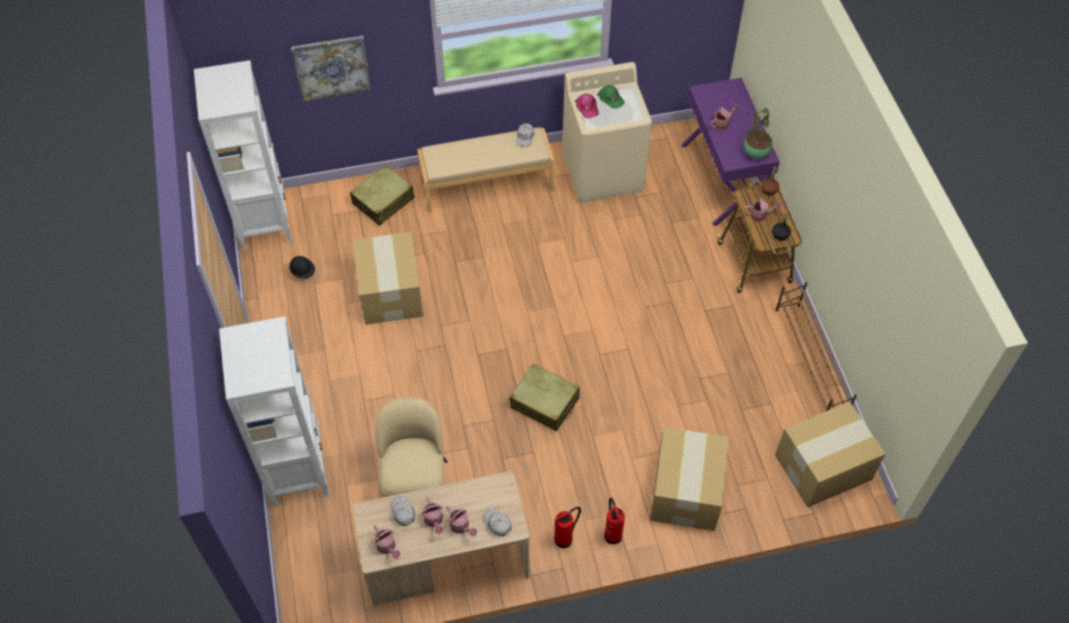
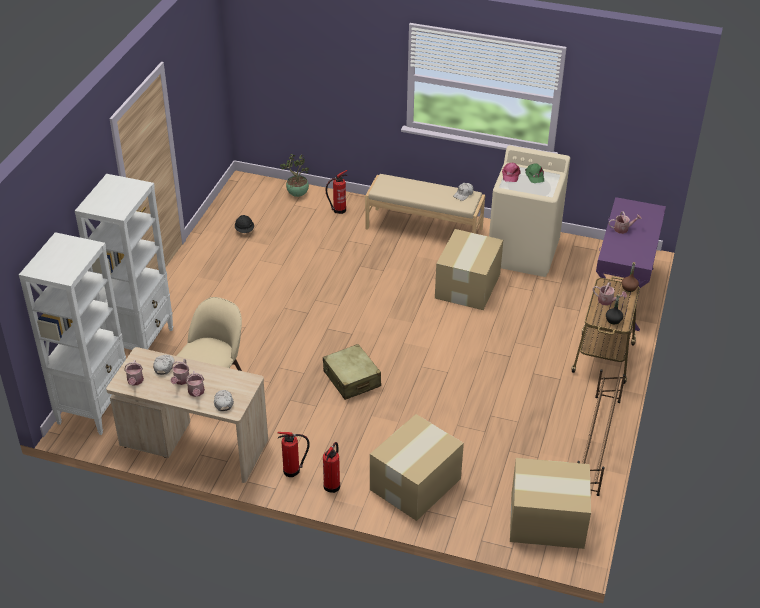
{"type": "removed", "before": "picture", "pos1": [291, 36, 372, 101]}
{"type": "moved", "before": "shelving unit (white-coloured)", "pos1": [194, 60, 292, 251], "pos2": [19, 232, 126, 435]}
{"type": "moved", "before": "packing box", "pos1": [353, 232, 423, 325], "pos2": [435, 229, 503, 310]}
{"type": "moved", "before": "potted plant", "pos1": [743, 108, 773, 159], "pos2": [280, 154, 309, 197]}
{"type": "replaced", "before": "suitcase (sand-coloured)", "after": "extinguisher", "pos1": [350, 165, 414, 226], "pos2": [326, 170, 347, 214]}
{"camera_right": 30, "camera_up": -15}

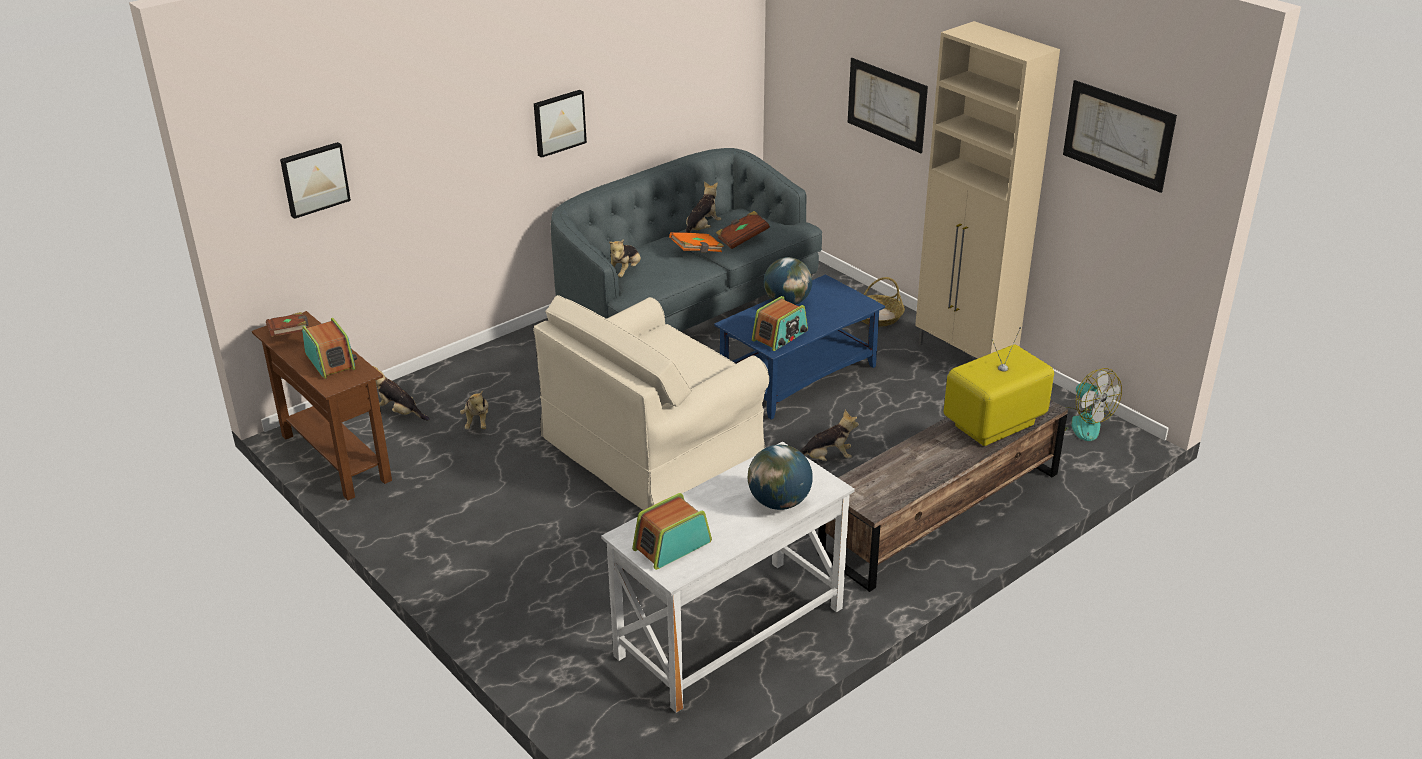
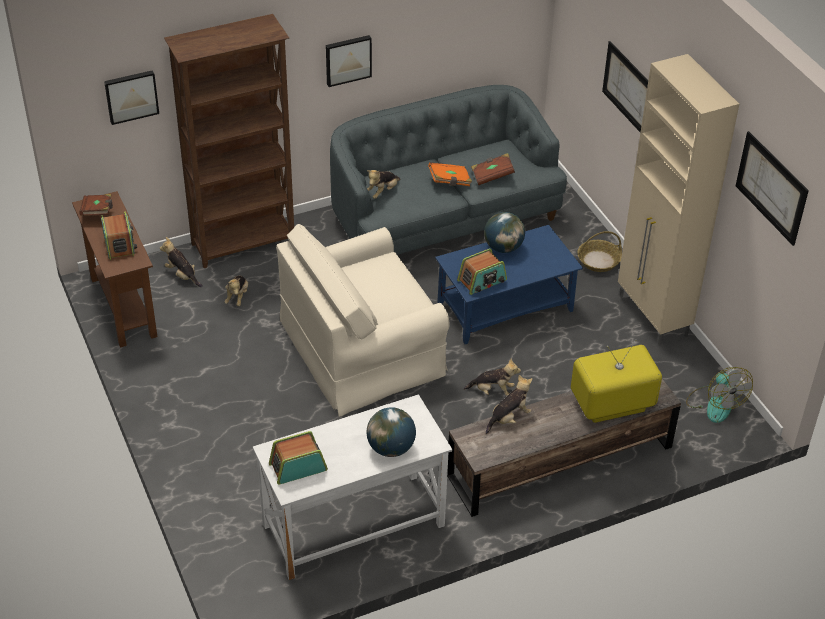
{"type": "added", "after": "shelving unit (brownish)", "pos2": [164, 14, 294, 268]}
{"type": "moved", "before": "cuddly toy", "pos1": [685, 182, 721, 233], "pos2": [486, 375, 532, 434]}
{"camera_right": 15, "camera_up": 10}

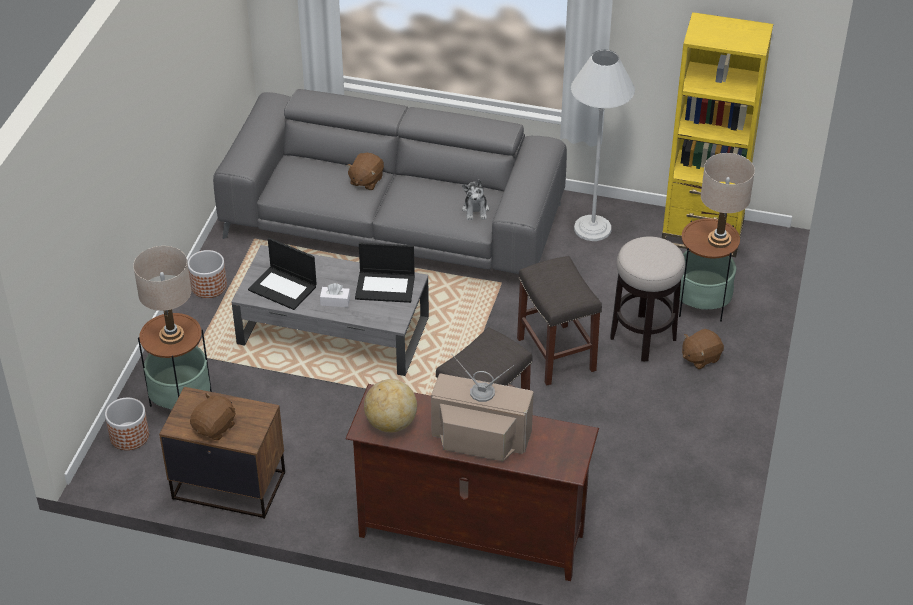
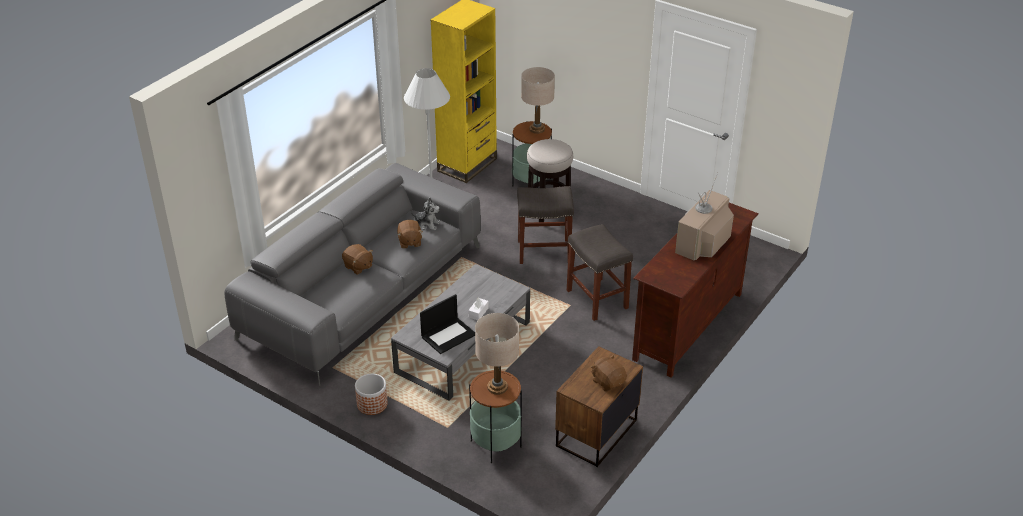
{"type": "removed", "before": "planter", "pos1": [105, 398, 149, 450]}
{"type": "removed", "before": "notebook computer", "pos1": [355, 242, 415, 303]}
{"type": "removed", "before": "world globe", "pos1": [364, 379, 417, 433]}
{"type": "moved", "before": "cuddly toy (brownish)", "pos1": [682, 329, 724, 369], "pos2": [397, 220, 423, 248]}
{"camera_right": -70, "camera_up": -5}

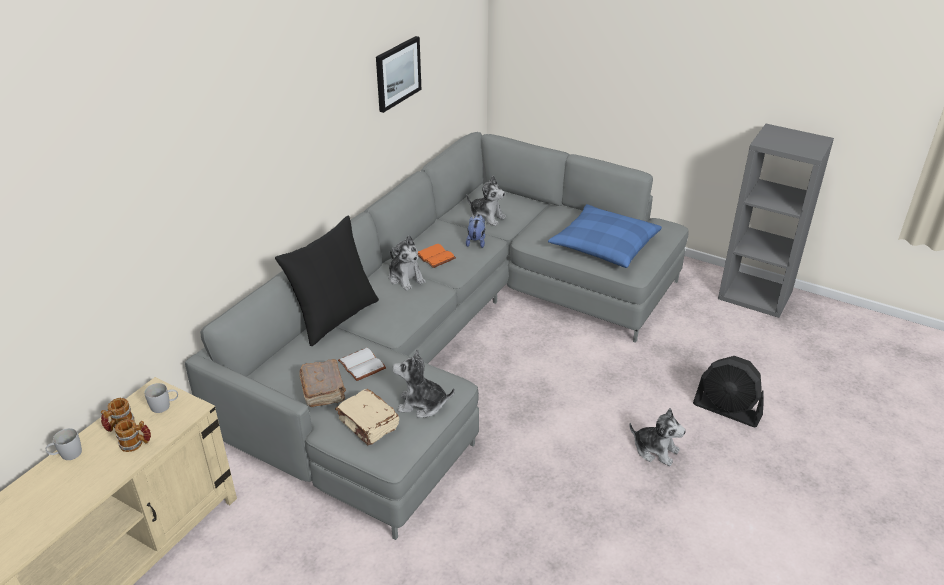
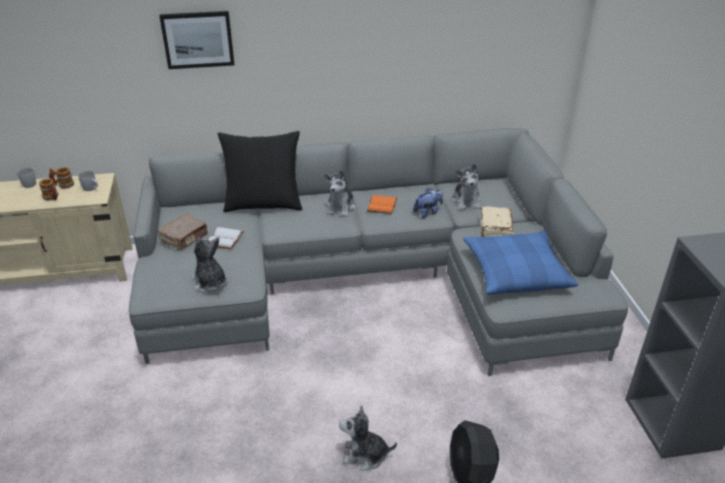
{"type": "moved", "before": "volume (sand-coloured)", "pos1": [335, 389, 399, 445], "pos2": [481, 206, 513, 237]}
{"type": "moved", "before": "picture", "pos1": [376, 36, 421, 113], "pos2": [159, 11, 234, 69]}
{"type": "turned", "before": "cuddly toy", "pos1": [629, 408, 686, 466], "pos2": [339, 405, 397, 470], "turn": 105}
{"camera_right": 50, "camera_up": 0}

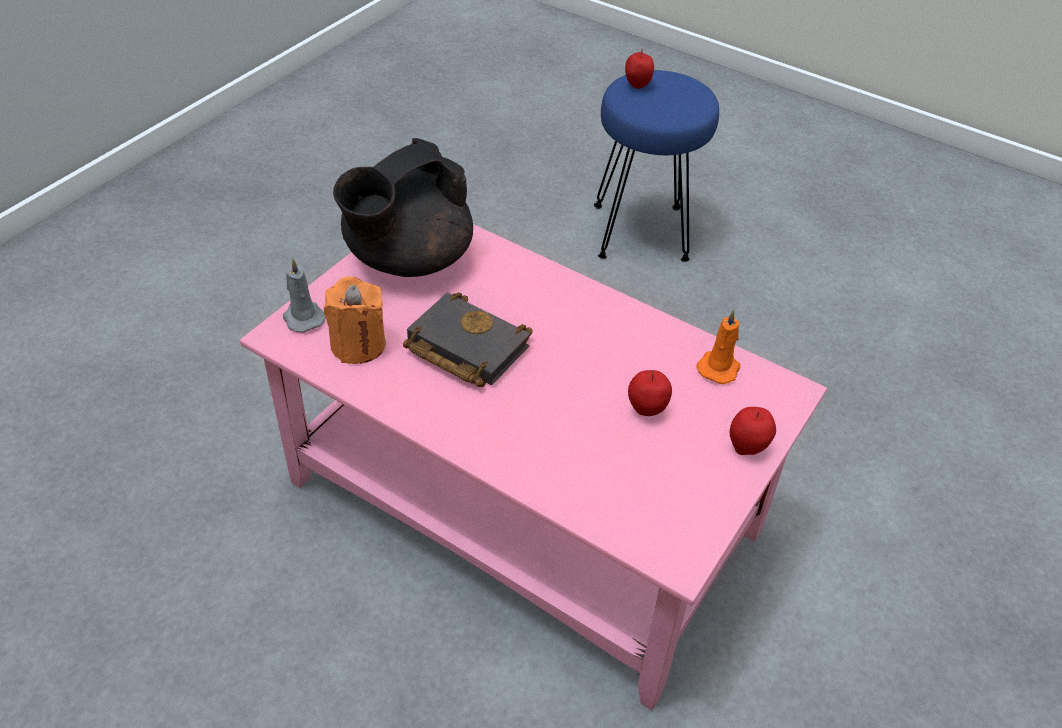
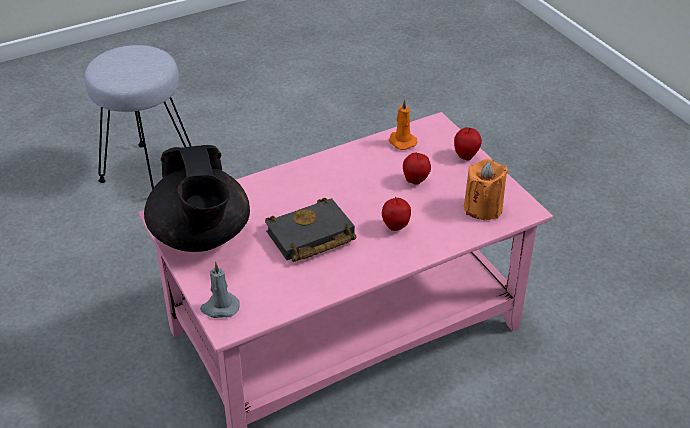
{"type": "moved", "before": "candle (orange-coloured)", "pos1": [324, 277, 385, 364], "pos2": [464, 159, 508, 220]}
{"type": "moved", "before": "apple fruit", "pos1": [625, 49, 654, 89], "pos2": [382, 197, 411, 231]}
{"type": "recoloured", "before": "stool (blue)", "after": "stool (grey)", "pos1": [594, 70, 719, 262], "pos2": [84, 45, 191, 190]}
{"camera_right": -60, "camera_up": -5}

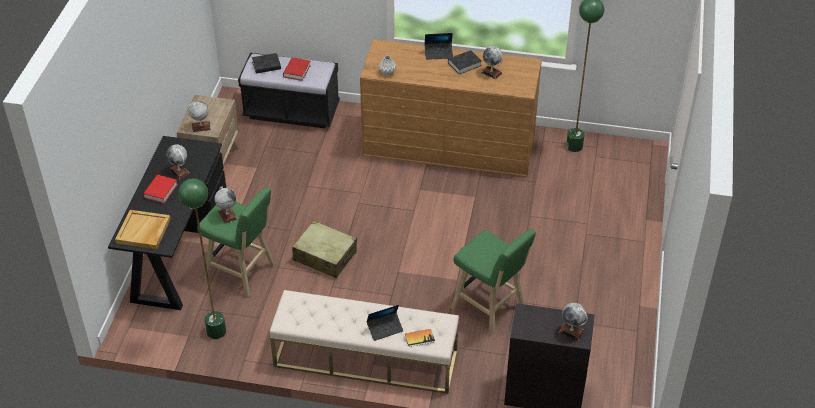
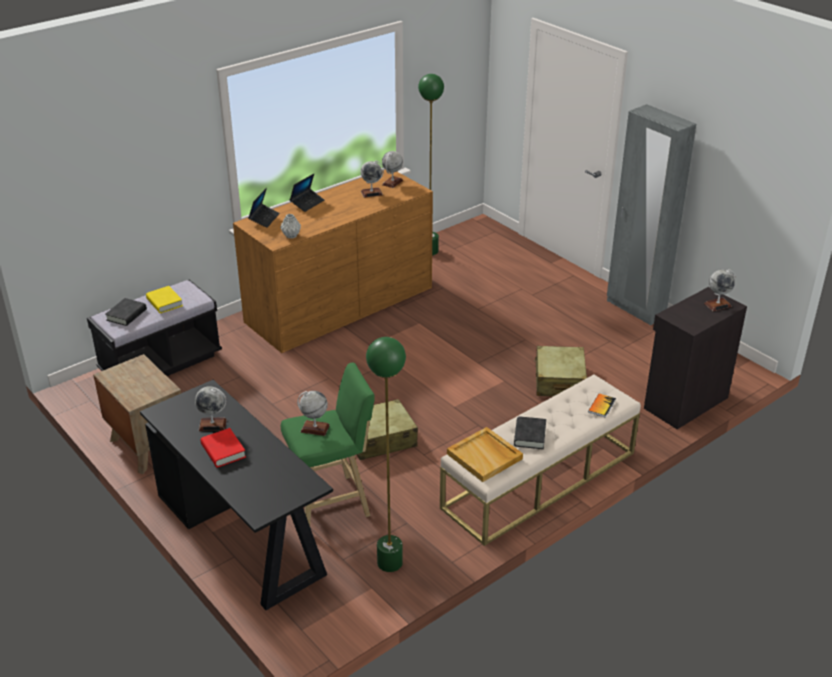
{"type": "added", "after": "clothes cupboard (grey)", "pos2": [607, 104, 696, 326]}
{"type": "moved", "before": "tray (sand-coloured)", "pos1": [115, 210, 171, 249], "pos2": [447, 427, 523, 482]}
{"type": "moved", "before": "world globe", "pos1": [187, 101, 211, 132], "pos2": [382, 151, 403, 188]}
{"type": "moved", "before": "notebook computer", "pos1": [366, 305, 404, 341], "pos2": [248, 188, 280, 228]}
{"type": "moved", "before": "volume (blackish)", "pos1": [448, 50, 482, 75], "pos2": [514, 416, 546, 449]}
{"type": "replaced", "before": "stool (green)", "after": "suitcase (sand-coloured)", "pos1": [451, 229, 536, 335], "pos2": [534, 346, 587, 396]}
{"type": "recoloured", "before": "volume (red-coloured)", "after": "volume (yellowish)", "pos1": [283, 57, 311, 81], "pos2": [146, 286, 183, 313]}
{"camera_right": -50, "camera_up": -10}

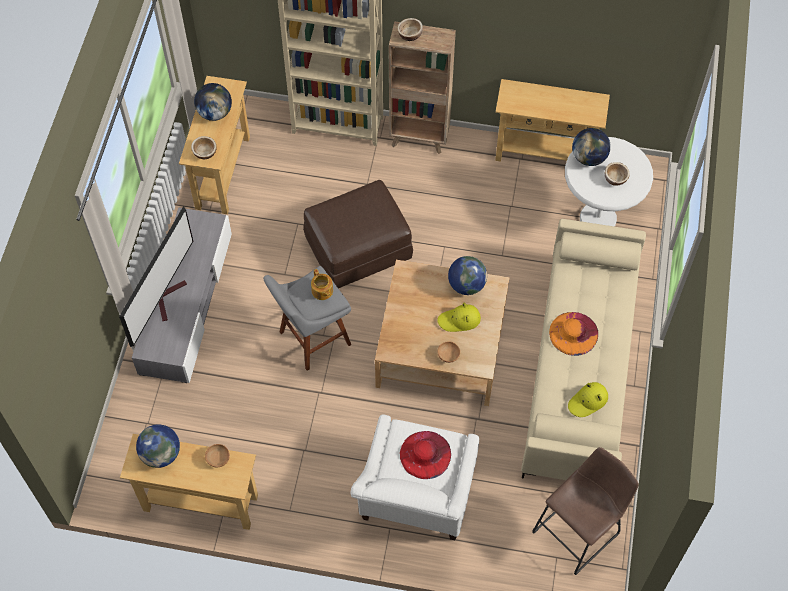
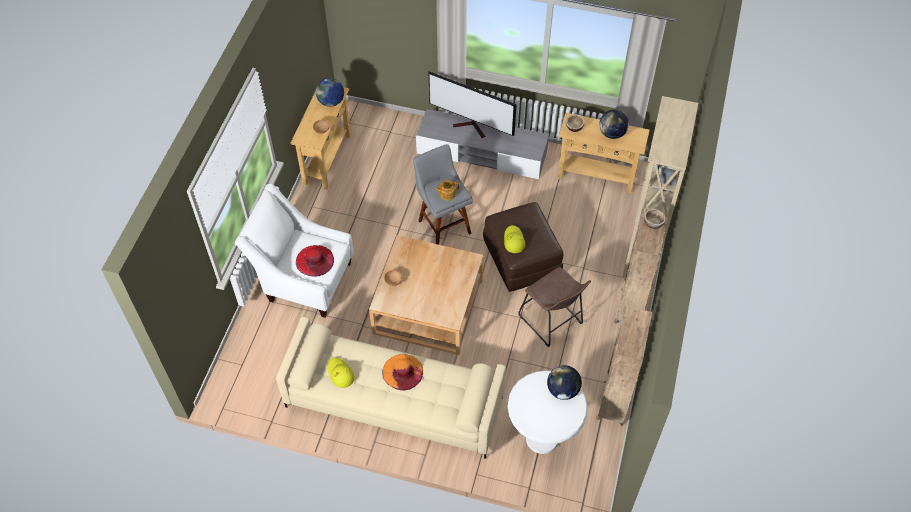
{"type": "removed", "before": "world globe", "pos1": [448, 256, 487, 295]}
{"type": "removed", "before": "bowl", "pos1": [605, 162, 630, 186]}
{"type": "moved", "before": "clothing hat (yellowish)", "pos1": [437, 302, 481, 332], "pos2": [504, 225, 525, 253]}
{"type": "moved", "before": "stool (brownish)", "pos1": [532, 447, 639, 575], "pos2": [518, 267, 591, 347]}
{"type": "replaced", "before": "console table (sand-coloured)", "after": "shelving unit (brownish)", "pos1": [495, 79, 610, 161], "pos2": [596, 306, 652, 426]}
{"camera_right": 95, "camera_up": -5}

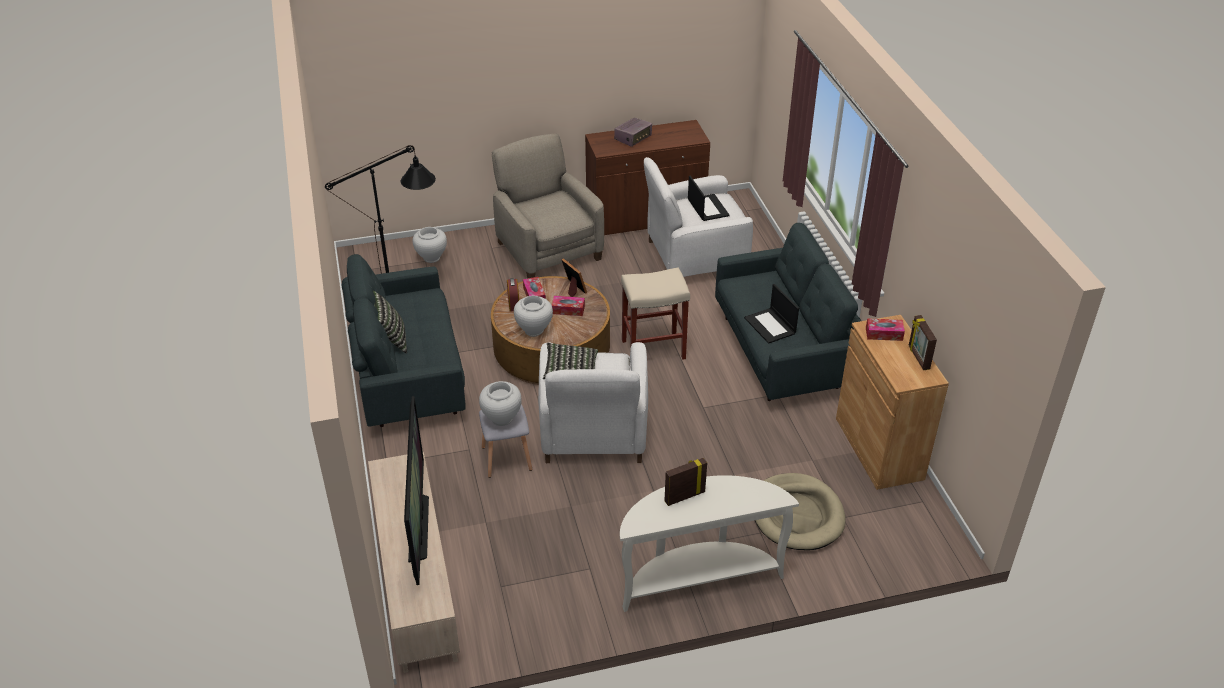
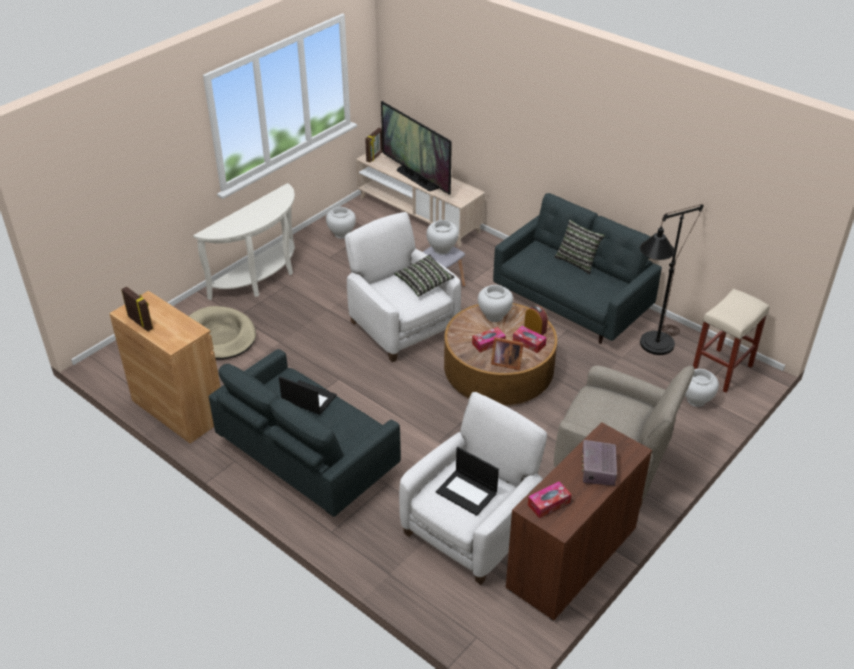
{"type": "added", "after": "decorative vase (white-coloured)", "pos2": [326, 207, 356, 239]}
{"type": "moved", "before": "stool (sand-coloured)", "pos1": [621, 268, 690, 360], "pos2": [693, 289, 770, 393]}
{"type": "moved", "before": "picture frame", "pos1": [664, 458, 707, 506], "pos2": [365, 128, 383, 162]}
{"type": "moved", "before": "box of tissues", "pos1": [866, 318, 905, 341], "pos2": [528, 481, 571, 518]}
{"camera_right": 145, "camera_up": 0}

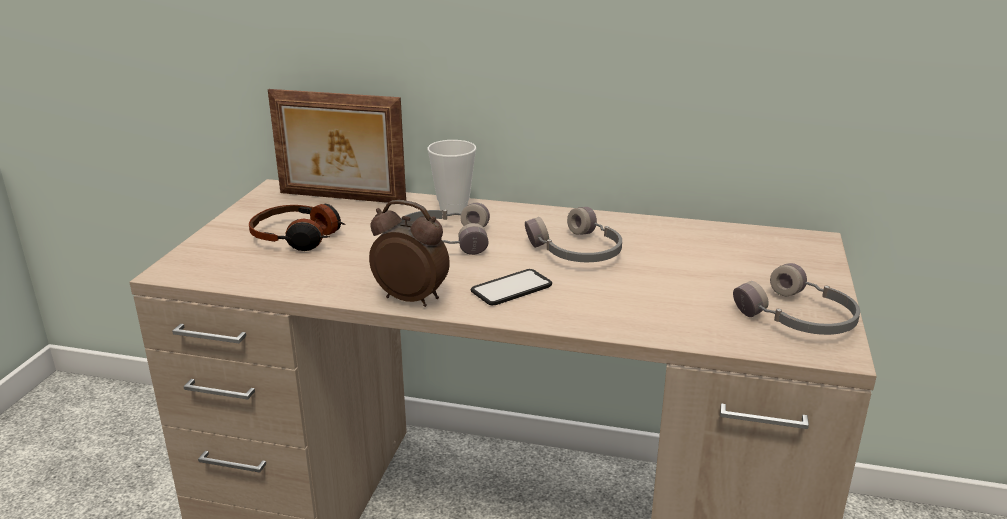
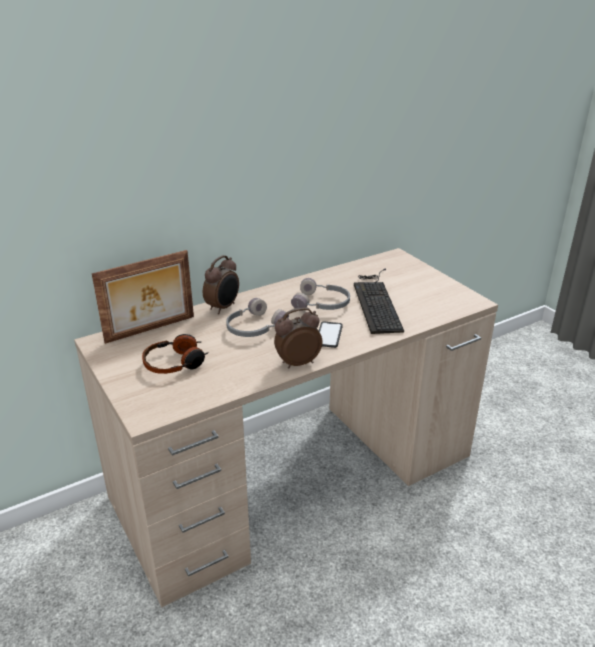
{"type": "removed", "before": "pair of headphones (grey)", "pos1": [733, 263, 860, 335]}
{"type": "added", "after": "keyboard", "pos2": [354, 268, 404, 334]}
{"type": "replaced", "before": "drinking cup", "after": "alarm clock", "pos1": [427, 140, 476, 214], "pos2": [203, 255, 239, 314]}
{"camera_right": -45, "camera_up": 5}

